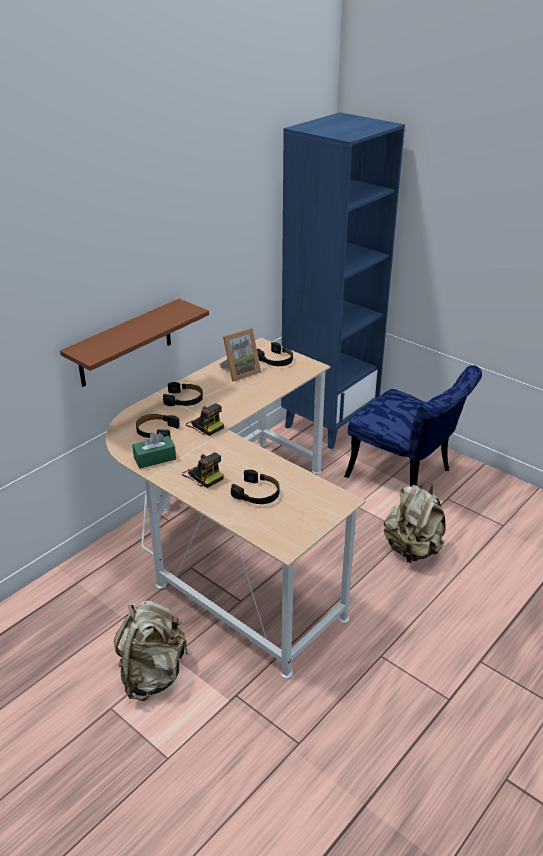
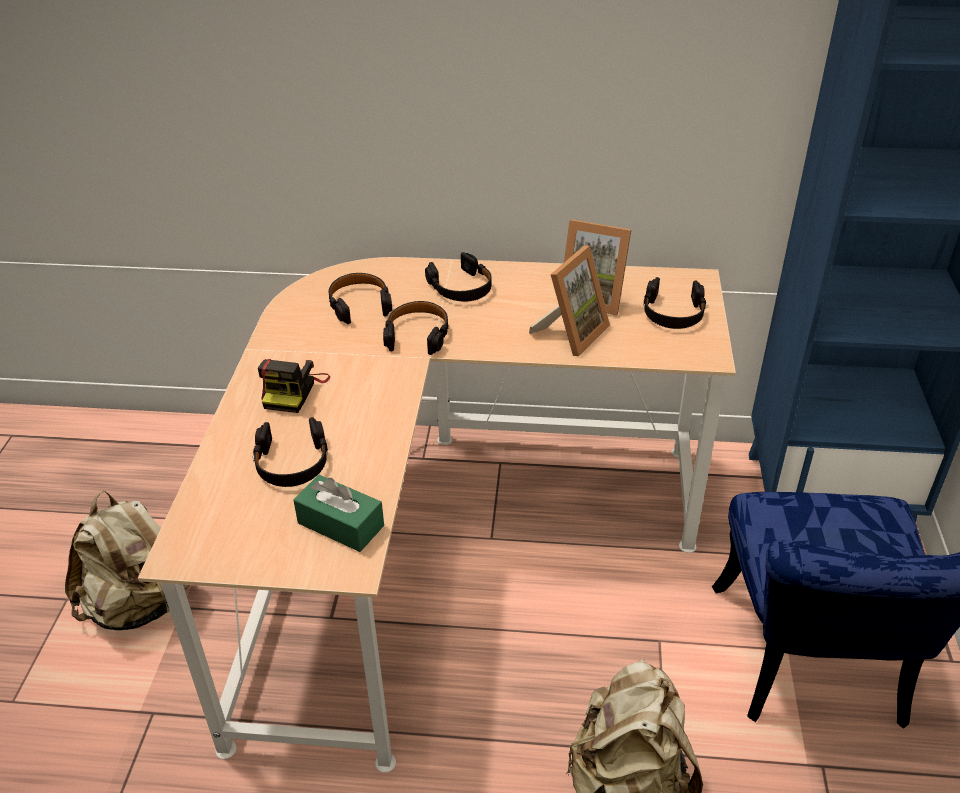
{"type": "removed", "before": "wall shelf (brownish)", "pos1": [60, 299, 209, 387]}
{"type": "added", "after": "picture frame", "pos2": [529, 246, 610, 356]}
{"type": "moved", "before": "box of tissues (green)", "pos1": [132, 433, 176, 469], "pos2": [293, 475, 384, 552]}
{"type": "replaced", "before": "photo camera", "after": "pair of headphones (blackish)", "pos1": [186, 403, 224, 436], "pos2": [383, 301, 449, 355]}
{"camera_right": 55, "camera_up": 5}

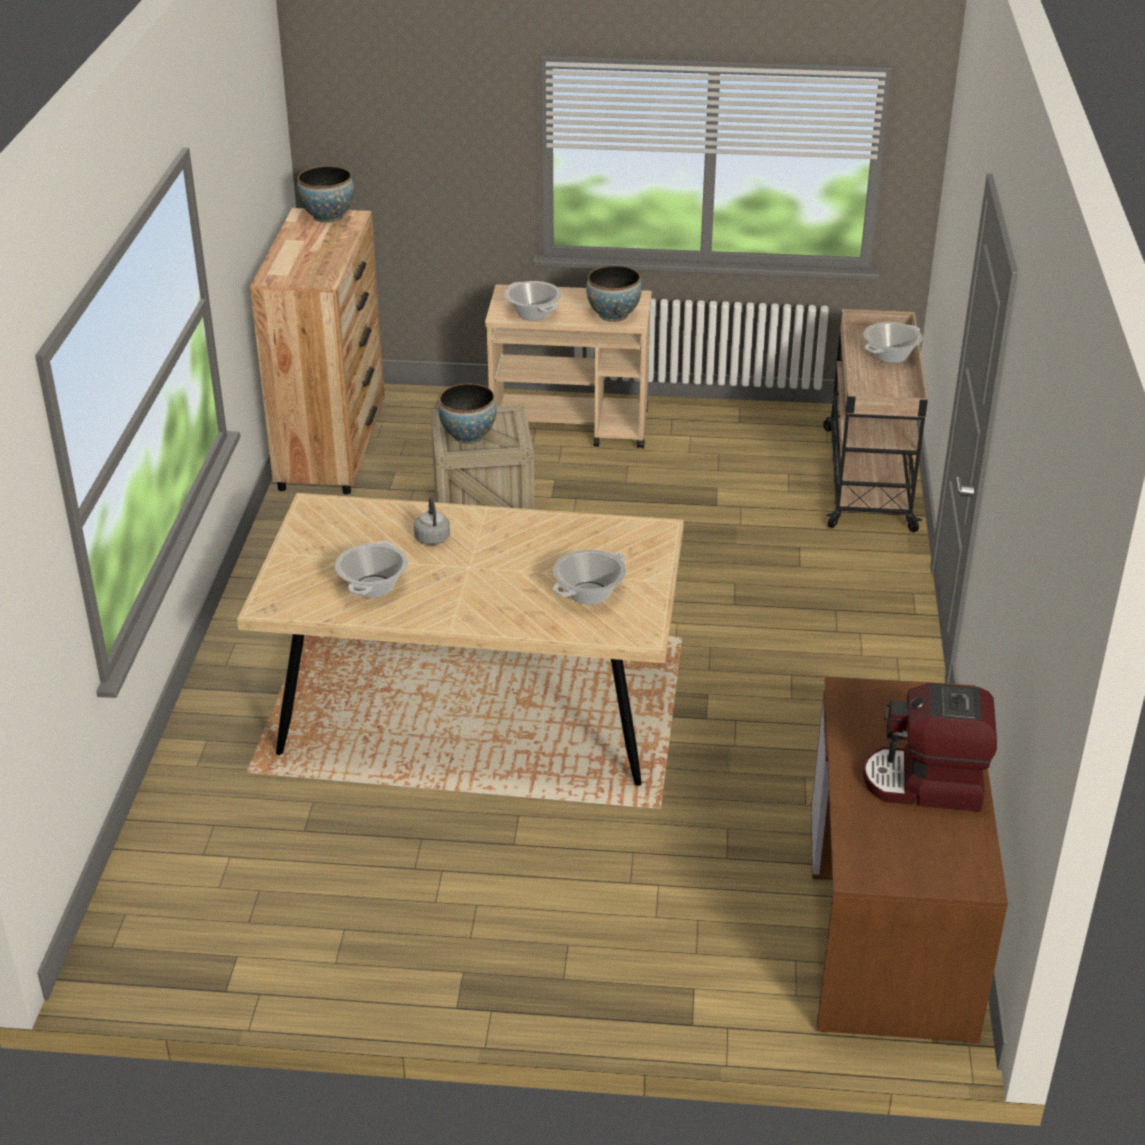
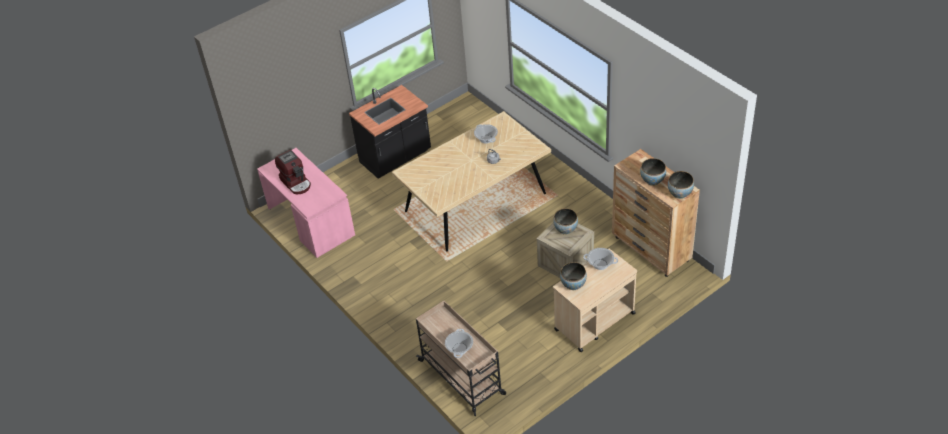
{"type": "removed", "before": "cooking pot", "pos1": [553, 549, 626, 605]}
{"type": "added", "after": "kitchen base unit (blackish)", "pos2": [349, 85, 431, 179]}
{"type": "added", "after": "bowl", "pos2": [640, 158, 666, 186]}
{"type": "recoloured", "before": "desk (brownish)", "after": "desk (pink)", "pos1": [811, 677, 1008, 1043], "pos2": [257, 148, 355, 258]}
{"type": "turned", "before": "coffee maker", "pos1": [863, 683, 997, 812], "pos2": [275, 150, 311, 194], "turn": 90}
{"camera_right": 140, "camera_up": 10}

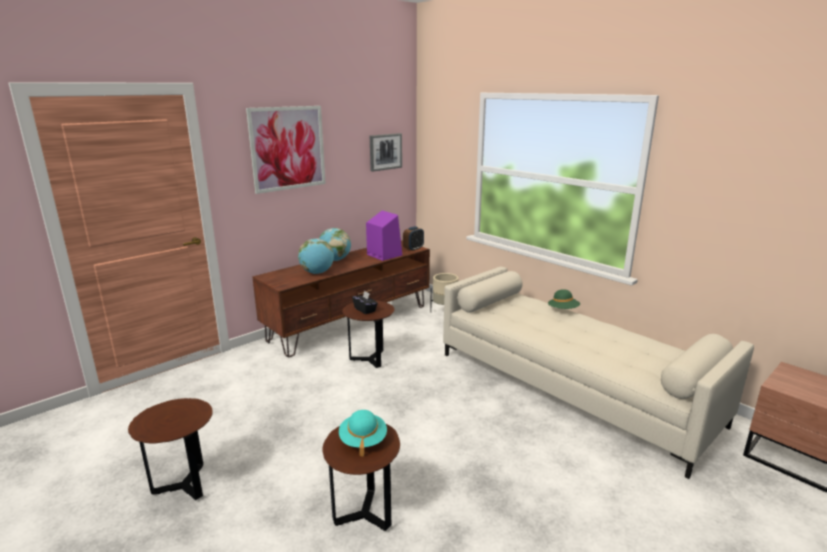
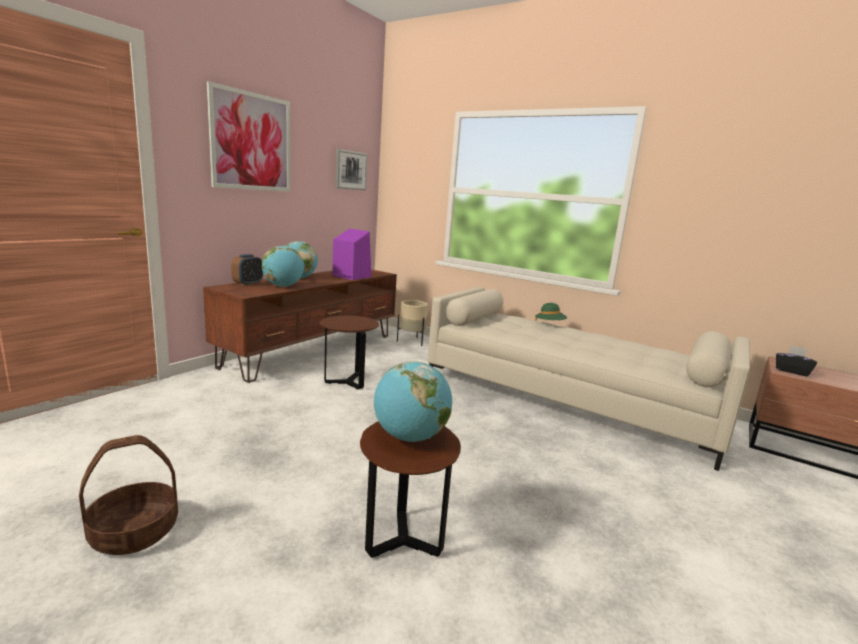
{"type": "moved", "before": "box of tissues (blackish)", "pos1": [352, 290, 378, 314], "pos2": [776, 346, 817, 376]}
{"type": "moved", "before": "alarm clock", "pos1": [403, 226, 424, 251], "pos2": [231, 254, 263, 286]}
{"type": "replaced", "before": "side table (brownish)", "after": "household basket", "pos1": [128, 398, 213, 500], "pos2": [79, 435, 178, 555]}
{"type": "replaced", "before": "clothing hat (turquoise-coloured)", "after": "world globe", "pos1": [339, 410, 387, 457], "pos2": [374, 362, 452, 442]}
{"camera_right": -15, "camera_up": -5}

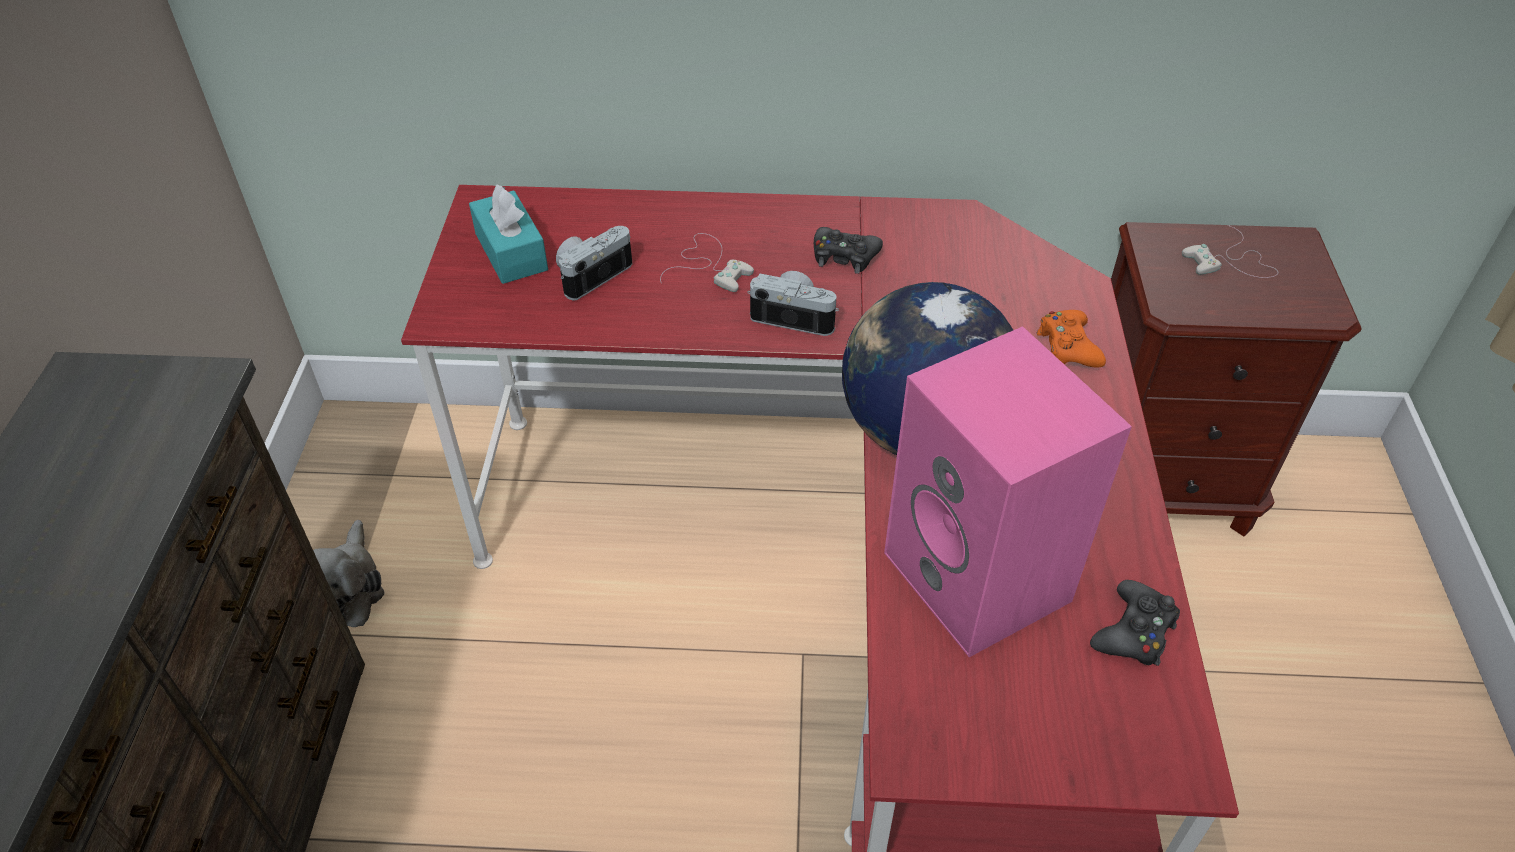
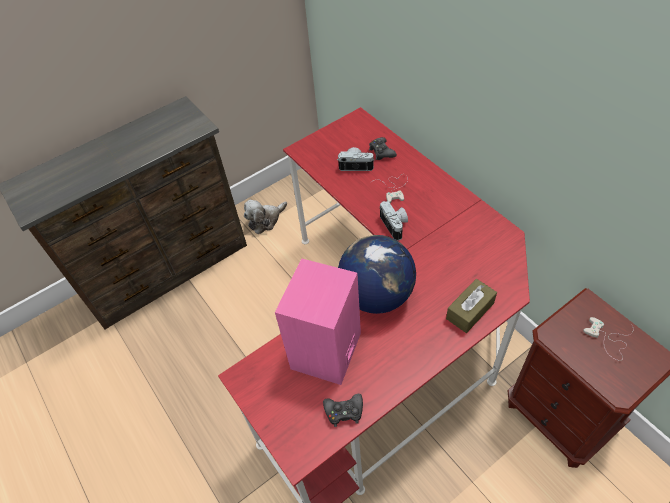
{"type": "removed", "before": "box of tissues (turquoise-coloured)", "pos1": [469, 184, 548, 284]}
{"type": "moved", "before": "gamepad (blackish)", "pos1": [814, 227, 883, 274], "pos2": [369, 137, 397, 160]}
{"type": "replaced", "before": "gamepad (orange-coloured)", "after": "box of tissues (brownish)", "pos1": [1037, 310, 1106, 368], "pos2": [446, 279, 497, 333]}
{"camera_right": 55, "camera_up": 5}

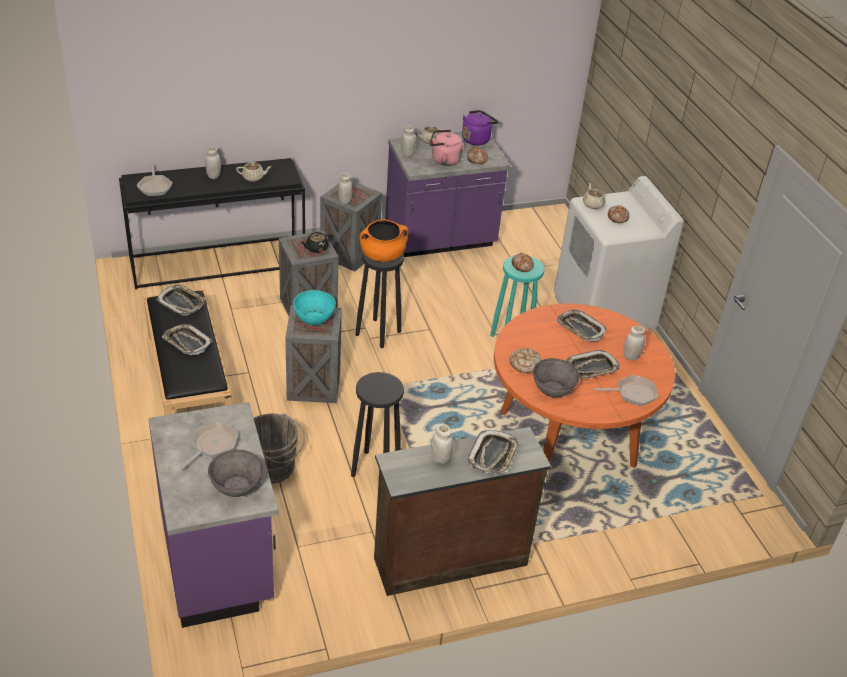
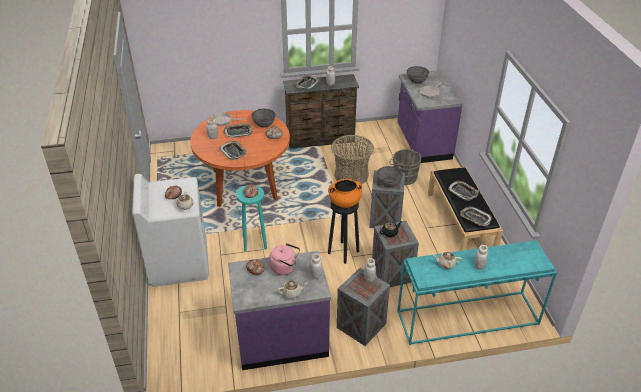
{"type": "removed", "before": "frying pan", "pos1": [137, 165, 173, 196]}
{"type": "removed", "before": "water kettle (purple)", "pos1": [462, 110, 498, 145]}
{"type": "replaced", "before": "stool (blackish)", "after": "household basket", "pos1": [351, 372, 404, 477], "pos2": [331, 135, 374, 184]}
{"type": "recoloured", "before": "console table (blackish)", "after": "console table (turquoise-coloured)", "pos1": [119, 158, 305, 289], "pos2": [397, 240, 557, 345]}
{"type": "recoloured", "before": "bowl (turquoise-coloured)", "after": "bowl (grey)", "pos1": [293, 290, 336, 325], "pos2": [377, 166, 403, 187]}
{"camera_right": -170, "camera_up": 0}

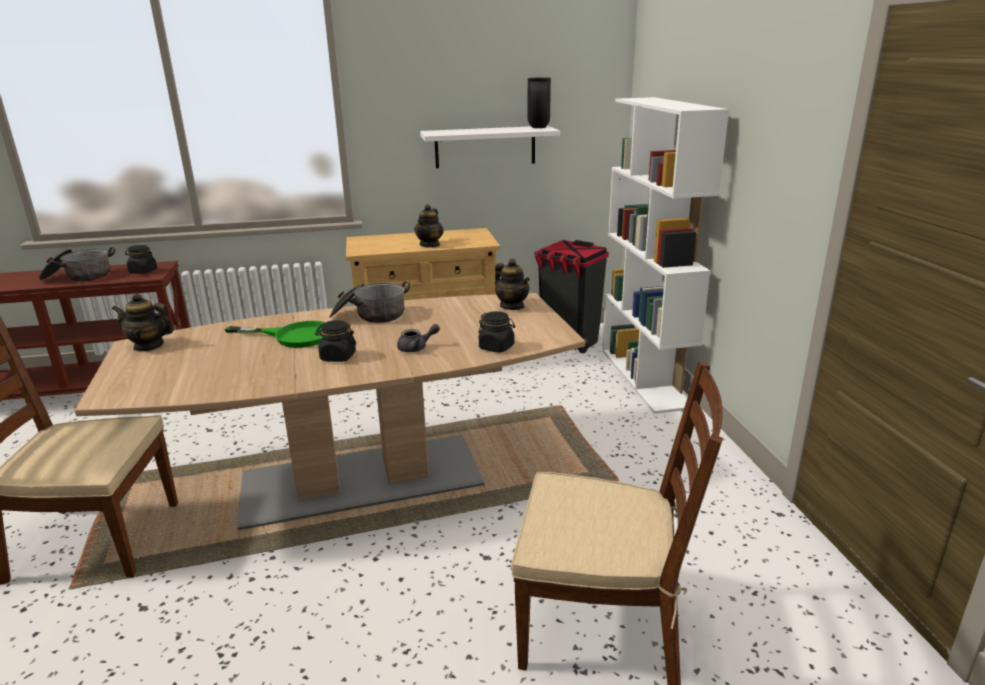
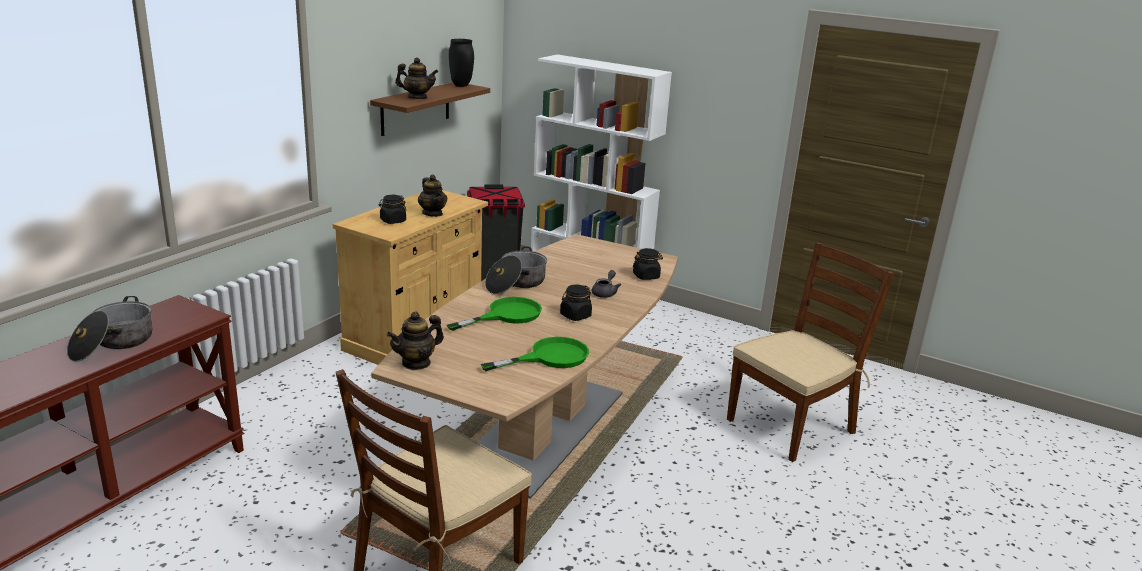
{"type": "added", "after": "frying pan (green)", "pos2": [481, 337, 589, 371]}
{"type": "moved", "before": "storage jar (blackish)", "pos1": [125, 245, 157, 274], "pos2": [378, 195, 406, 224]}
{"type": "moved", "before": "pot for tea", "pos1": [495, 259, 530, 310], "pos2": [395, 58, 438, 99]}
{"type": "recoloured", "before": "wall shelf (white-coloured)", "after": "wall shelf (brownish)", "pos1": [420, 126, 560, 168], "pos2": [370, 83, 490, 136]}
{"camera_right": -50, "camera_up": 0}

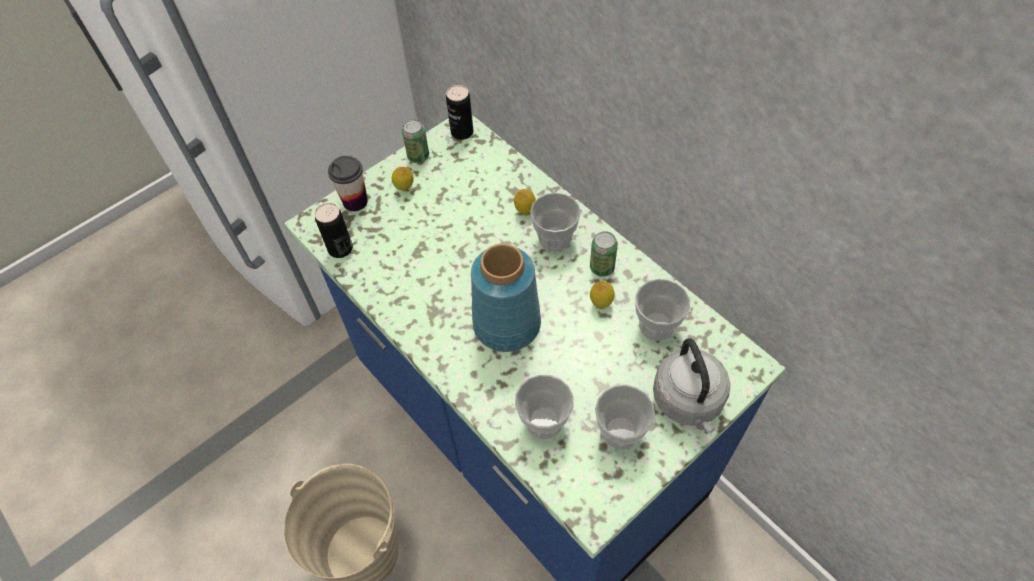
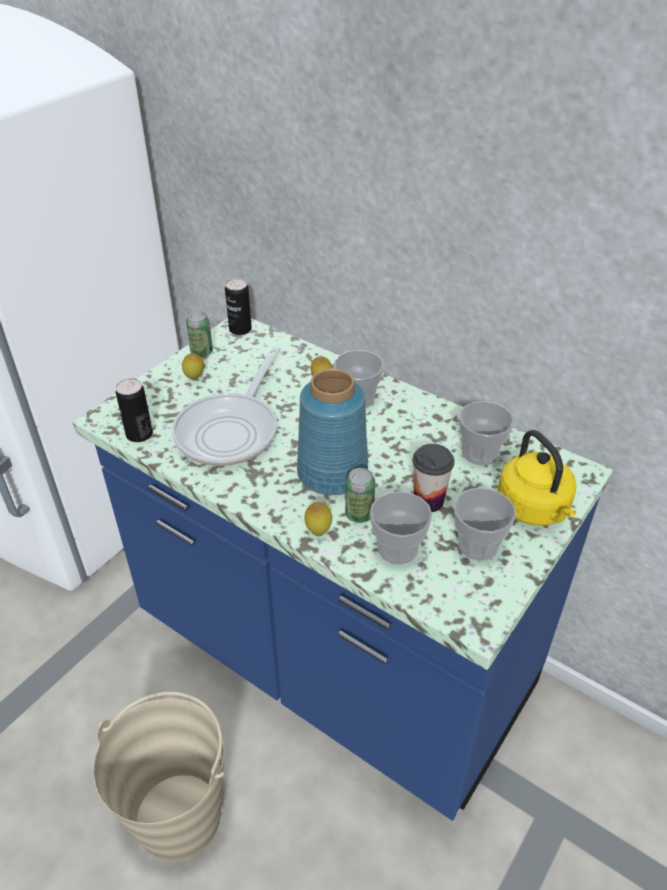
{"type": "added", "after": "frying pan", "pos2": [172, 347, 281, 466]}
{"type": "moved", "before": "drinking cup", "pos1": [328, 156, 368, 211], "pos2": [412, 444, 454, 512]}
{"type": "moved", "before": "can", "pos1": [590, 231, 618, 277], "pos2": [345, 468, 375, 523]}
{"type": "moved", "before": "citrus fruit", "pos1": [590, 281, 615, 309], "pos2": [304, 502, 332, 536]}
{"type": "recoloured", "before": "water kettle (grey)", "after": "water kettle (yellowish)", "pos1": [653, 338, 730, 434], "pos2": [497, 430, 577, 526]}
{"camera_right": -15, "camera_up": -15}

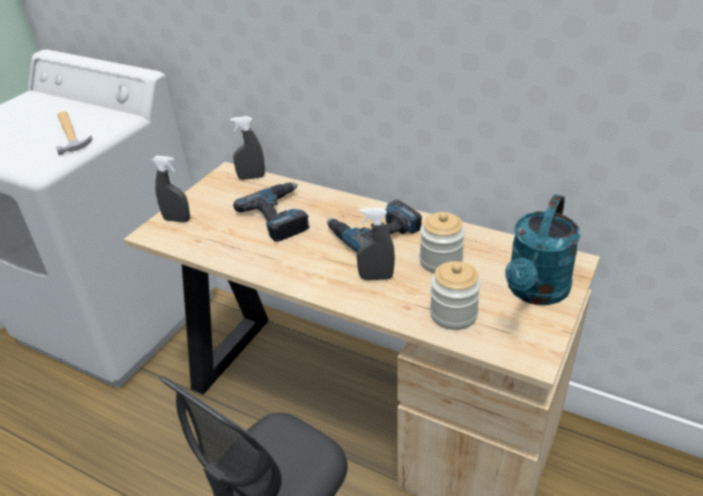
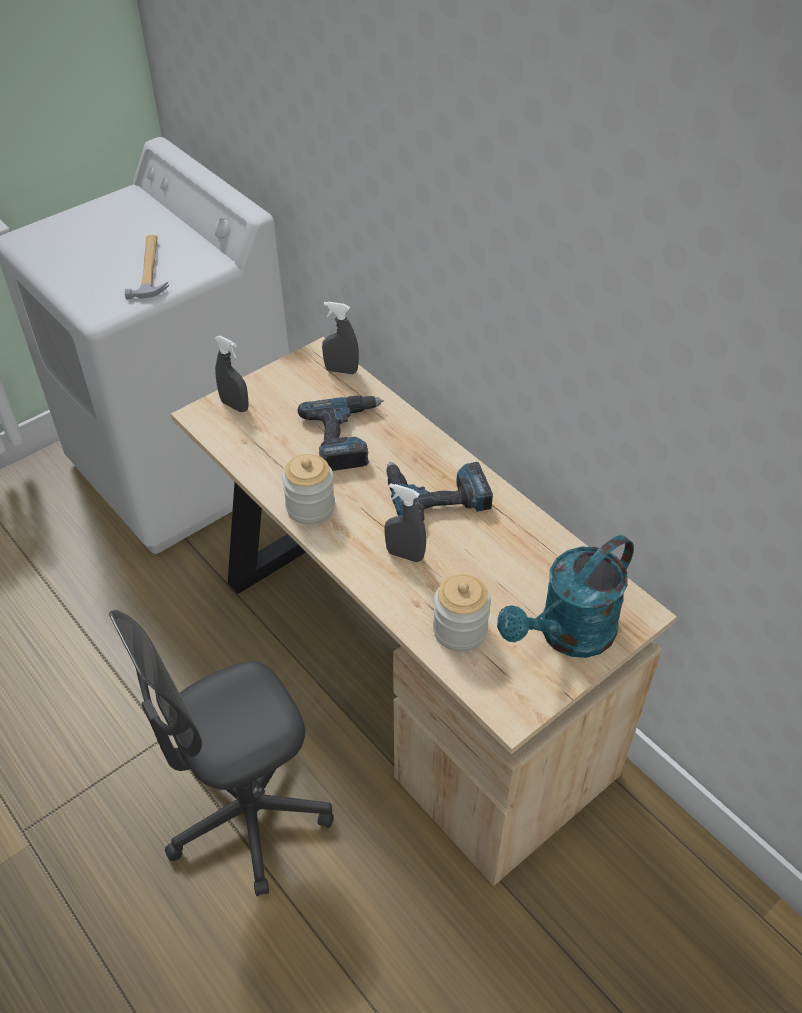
{"type": "moved", "before": "storage jar", "pos1": [420, 212, 465, 273], "pos2": [282, 454, 335, 525]}
{"camera_right": 20, "camera_up": 10}

